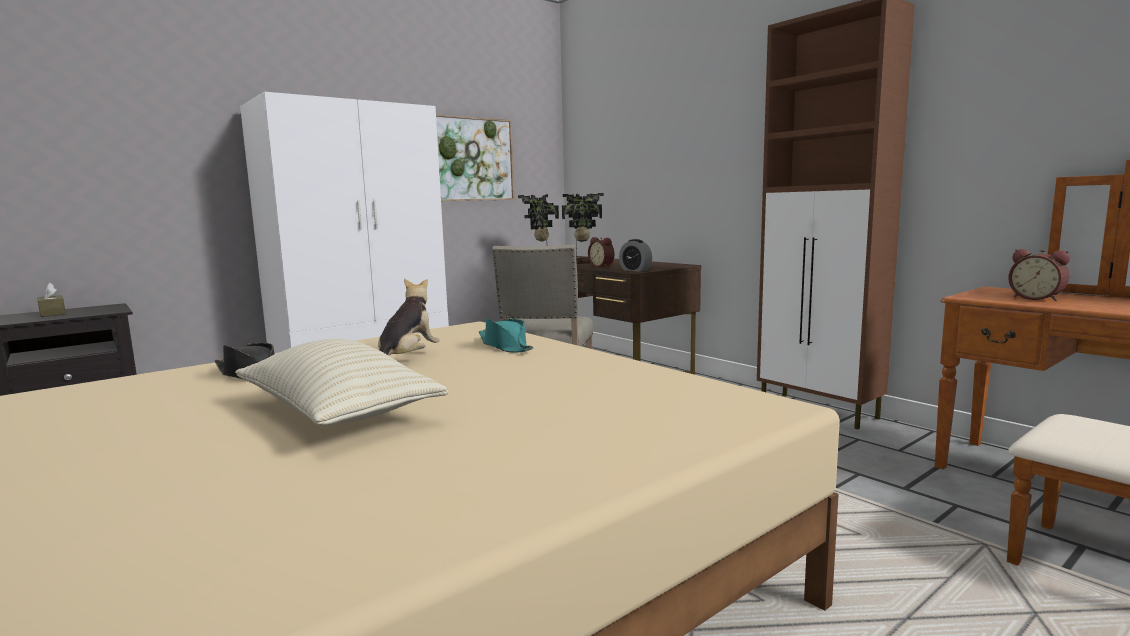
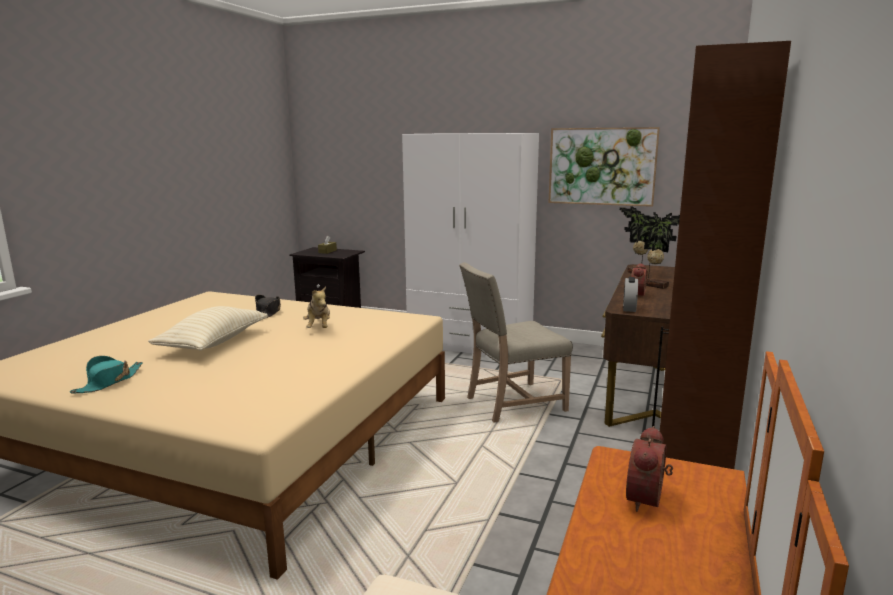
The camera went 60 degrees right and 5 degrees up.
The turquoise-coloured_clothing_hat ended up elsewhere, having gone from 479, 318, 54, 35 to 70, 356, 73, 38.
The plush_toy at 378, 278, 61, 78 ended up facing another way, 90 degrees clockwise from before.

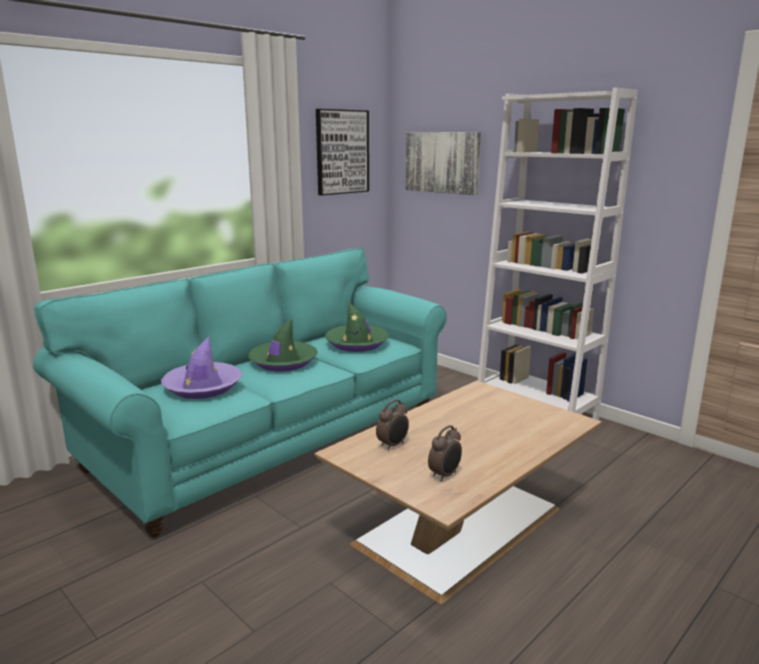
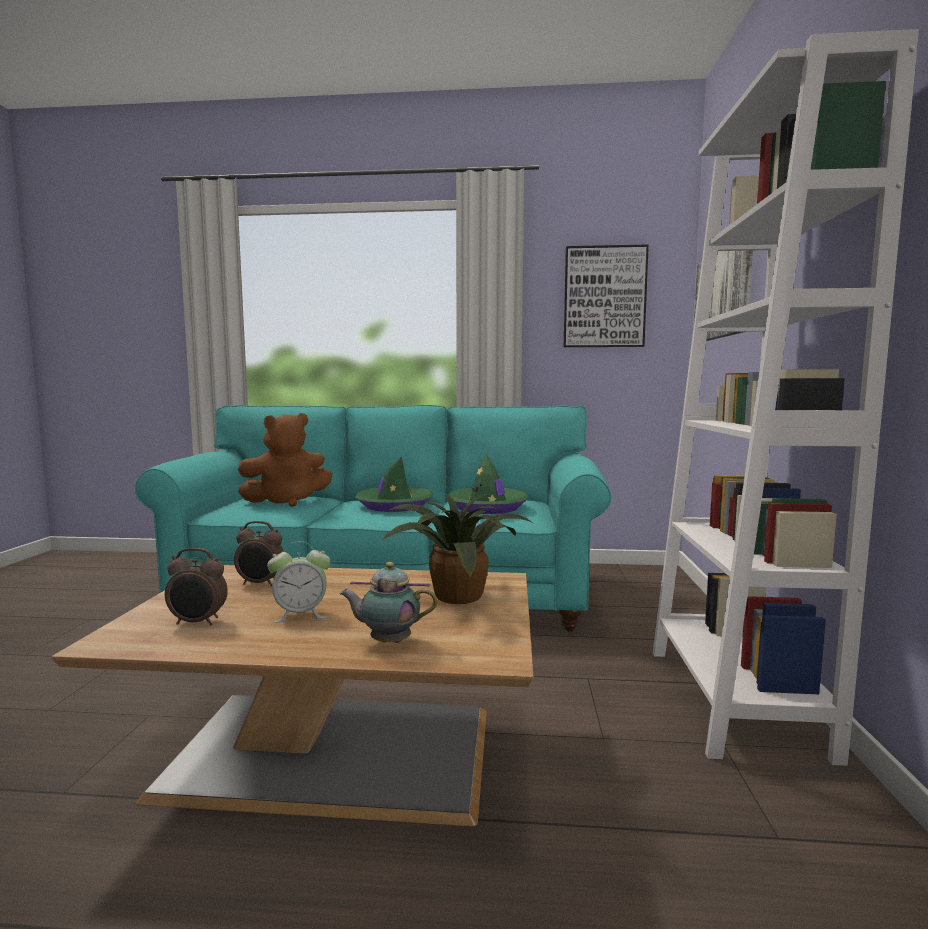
The camera went 50 degrees right and 10 degrees down.
The second view gained the alarm_clock at 267, 541, 63, 82.
The second view gained the teapot at 339, 562, 98, 81.
The second view gained the potted_plant at 381, 494, 153, 110.
Where the purple_clothing_hat stood at 161, 336, 81, 63, the brownish_plush_toy came to stand at 238, 413, 94, 94.

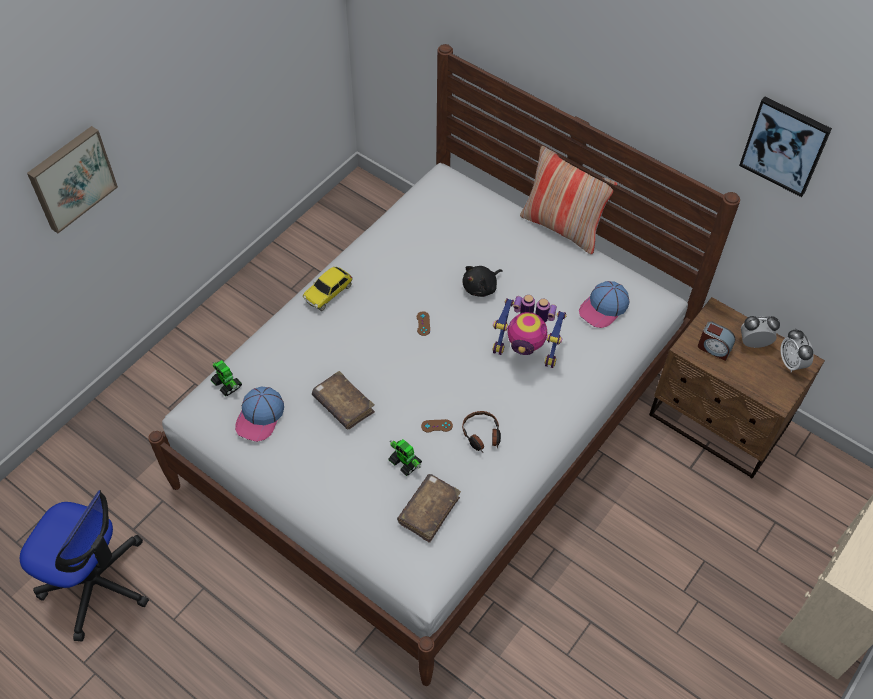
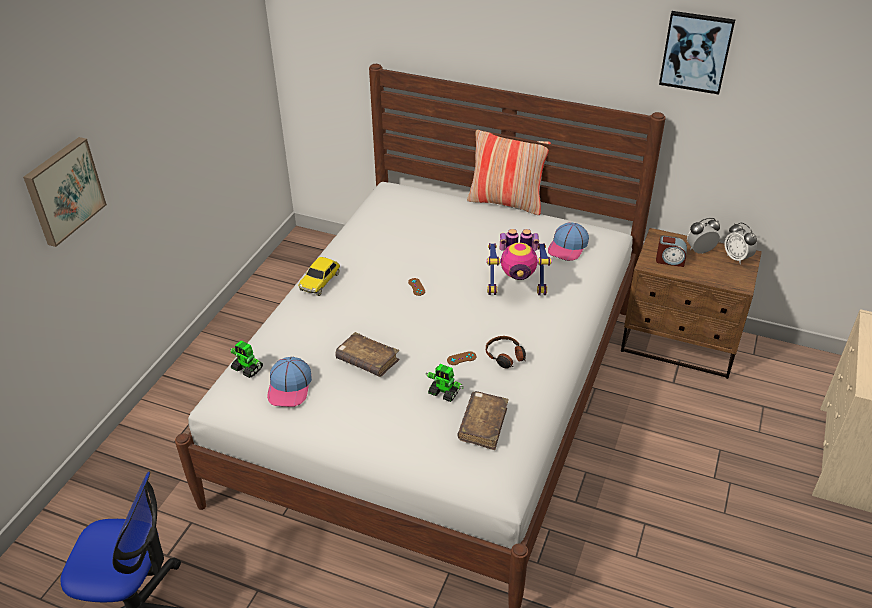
The camera went 15 degrees left and 15 degrees down.
The second view lost the blackish_plush_toy at 462, 266, 41, 31.

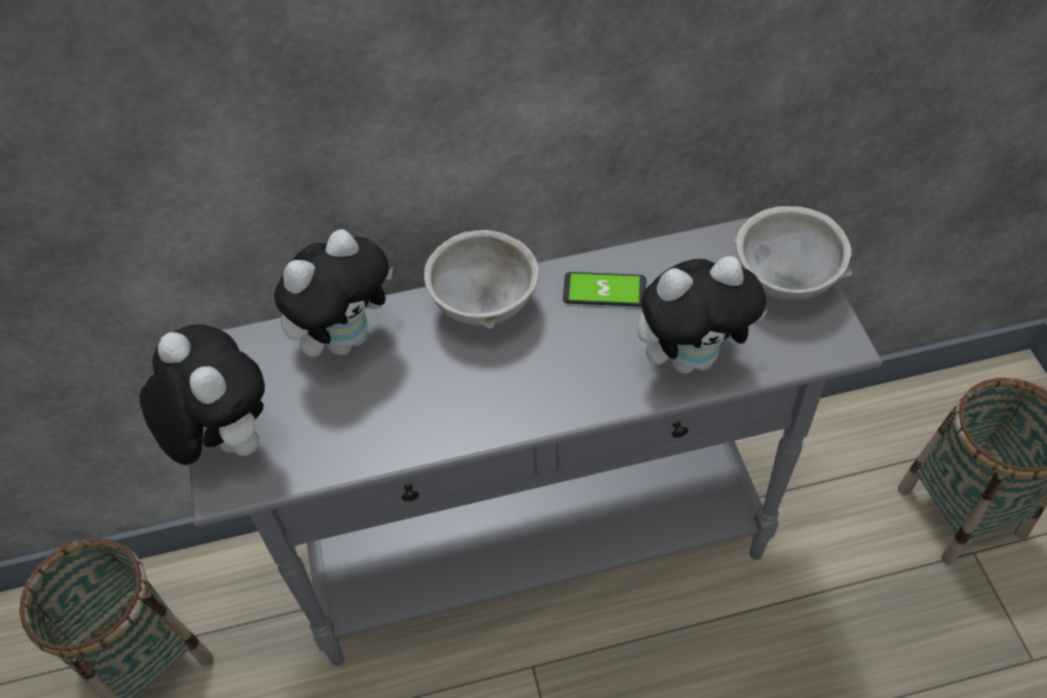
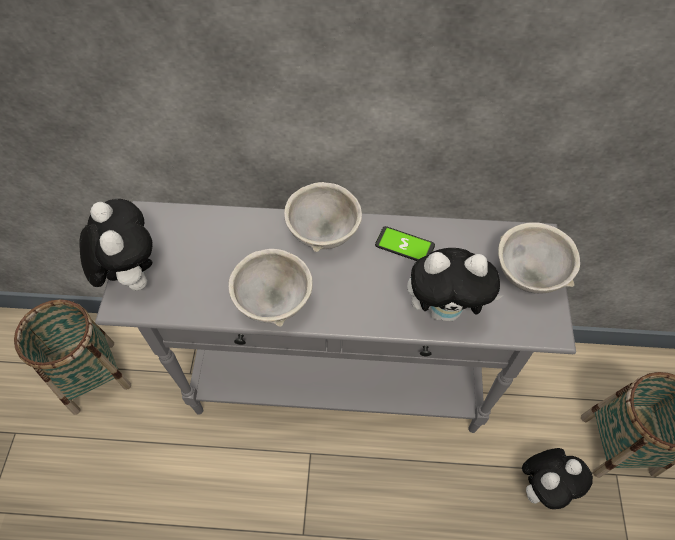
The camera went 15 degrees right and 5 degrees up.
The second view gained the greyish_serving_bowl at 228, 249, 85, 78.
The plush_toy ended up elsewhere, having gone from 274, 229, 119, 128 to 522, 448, 71, 61.

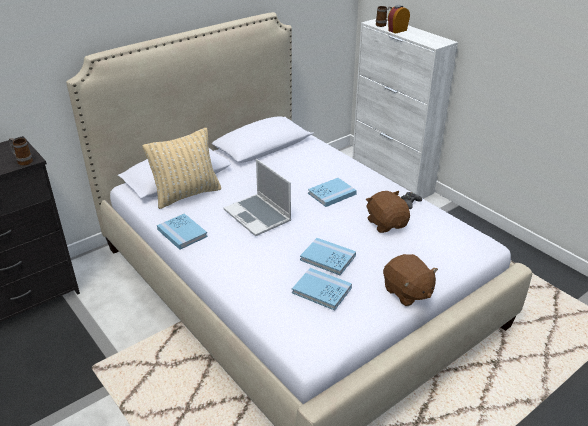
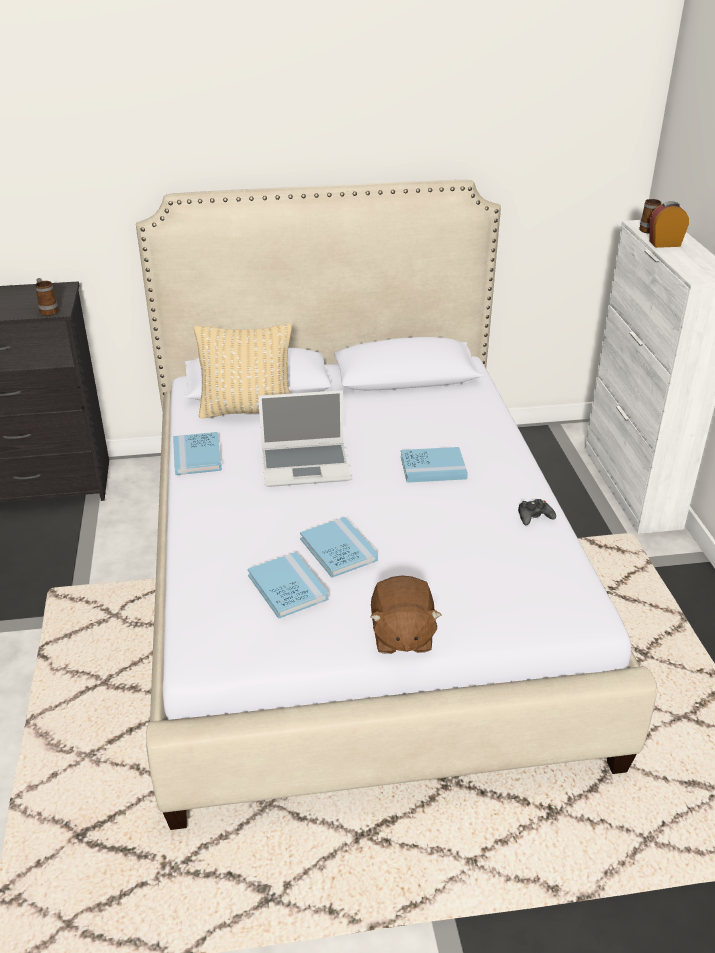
The camera went 30 degrees right and 0 degrees up.
The second view lost the brownish_plush_toy at 366, 191, 44, 42.
The laptop at 224, 159, 67, 77 ended up facing another way, 90 degrees counterclockwise from before.

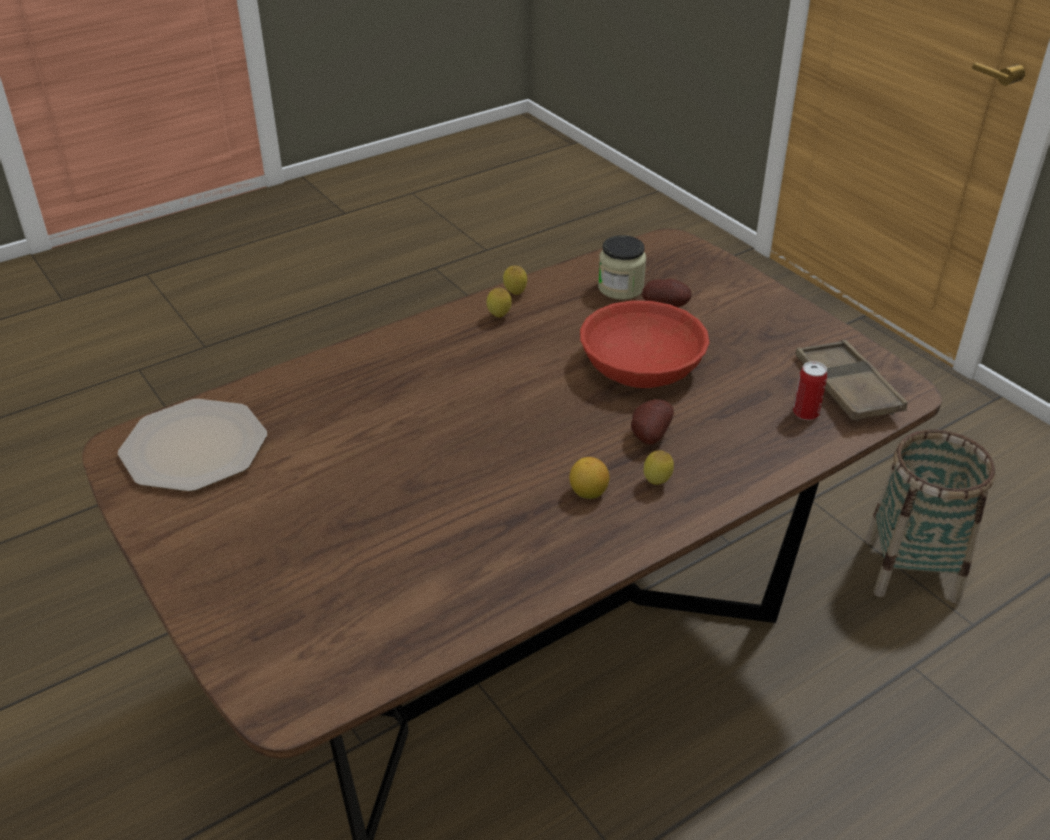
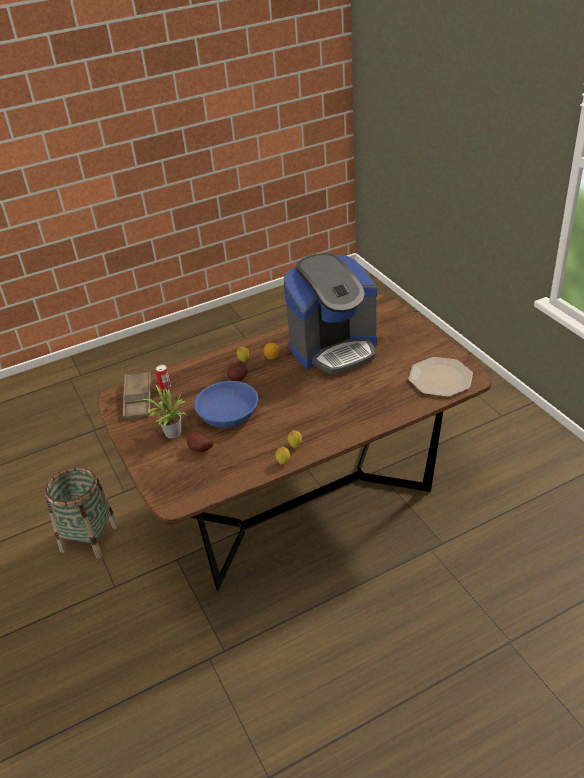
The camera went 170 degrees left and 0 degrees up.
The second view lost the preserve_jar at 598, 235, 48, 65.
The second view gained the potted_plant at 141, 384, 45, 55.
The second view gained the coffee_maker at 284, 253, 93, 121.
What was the red_serving_bowl at 580, 300, 130, 88 turned into the blue-coloured_serving_bowl at 194, 381, 65, 47.

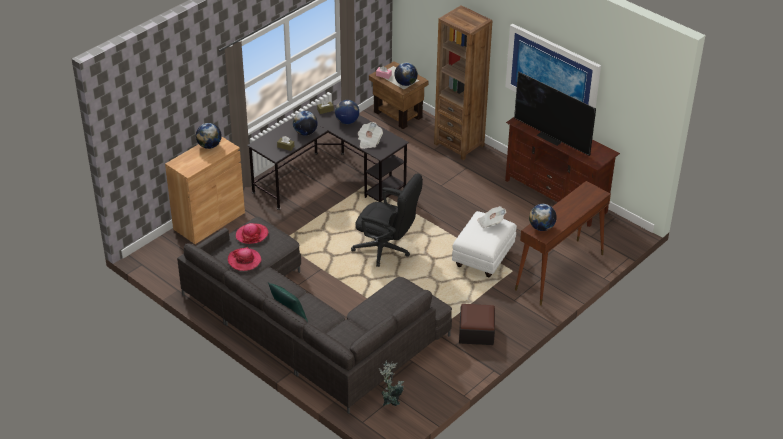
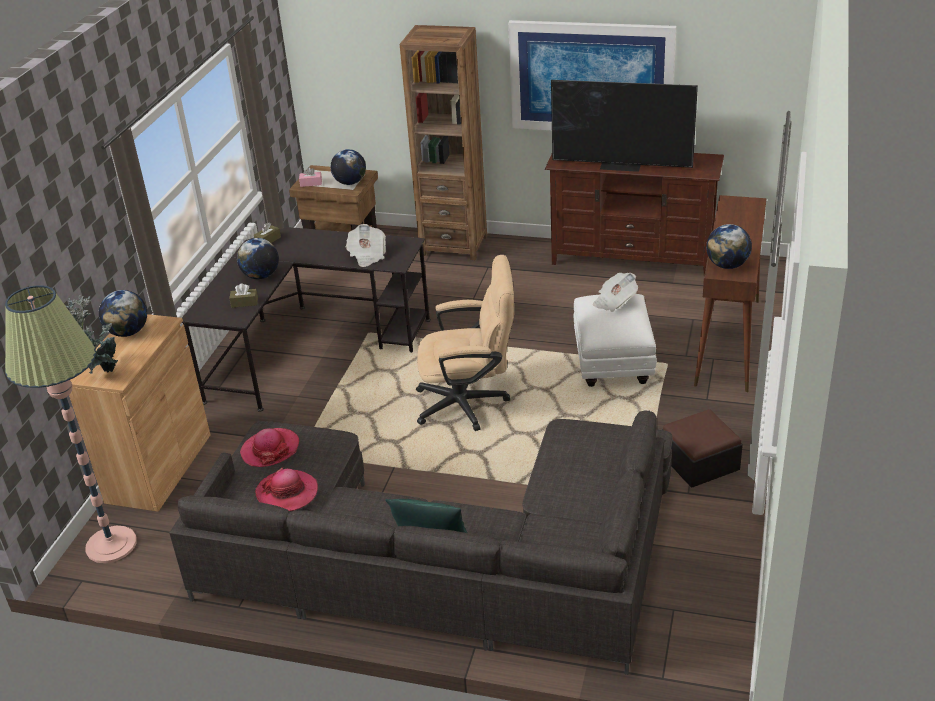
The camera went 25 degrees left and 5 degrees down.
The second view lost the desk_globe at 335, 100, 24, 24.
The second view gained the standing_lamp at 5, 285, 131, 278.
The potted_plant ended up elsewhere, having gone from 379, 360, 25, 46 to 66, 295, 52, 79.
What was the blackish_desk_chair at 351, 173, 72, 94 turned into the sand-coloured_desk_chair at 416, 255, 98, 176.

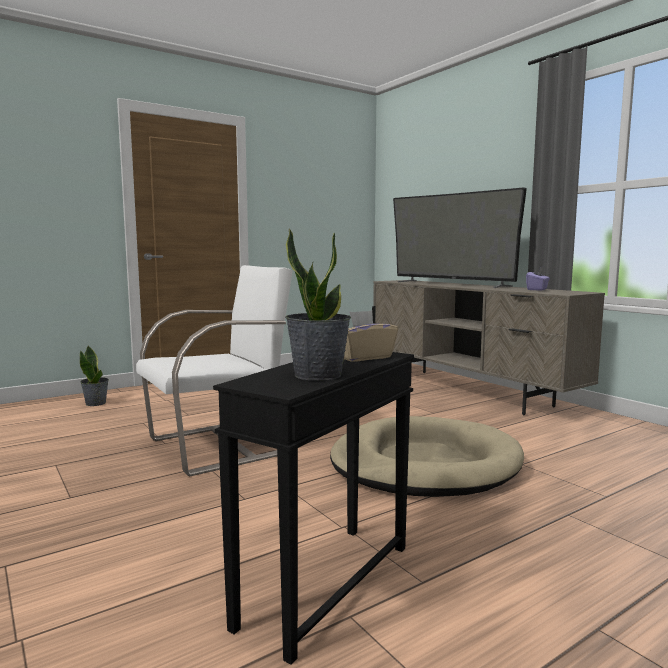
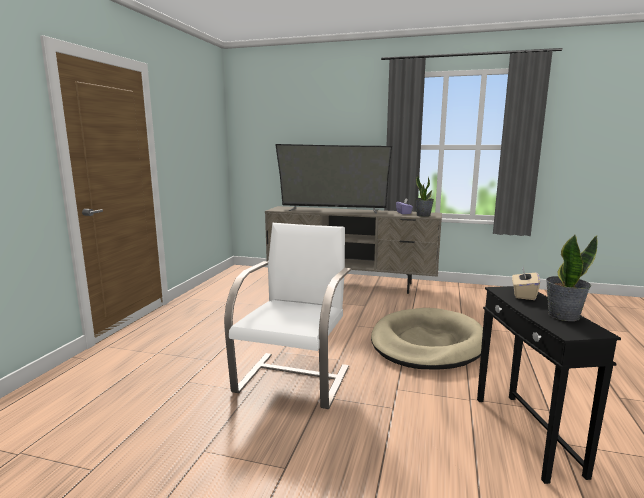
The camera went 40 degrees left and 5 degrees up.
The potted_plant ended up elsewhere, having gone from 80, 346, 29, 60 to 416, 175, 18, 42.

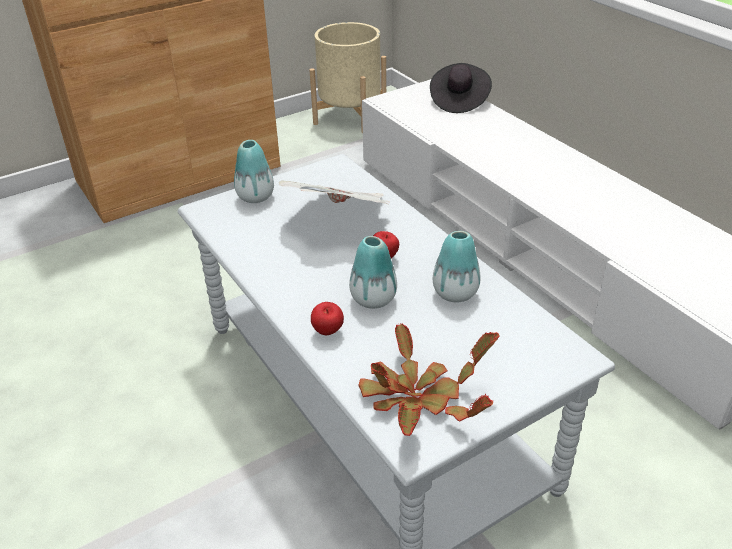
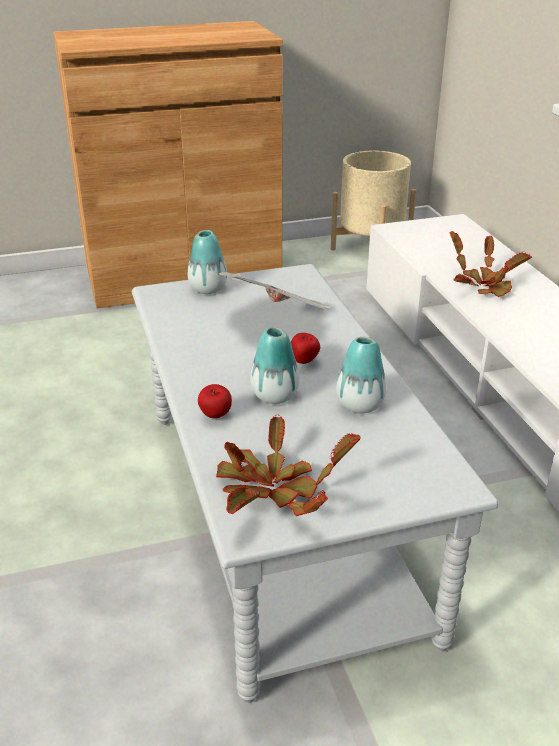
The camera went 15 degrees right and 5 degrees down.
The second view lost the blackish_clothing_hat at 430, 63, 62, 50.
The second view gained the potted_plant at 449, 231, 83, 66.

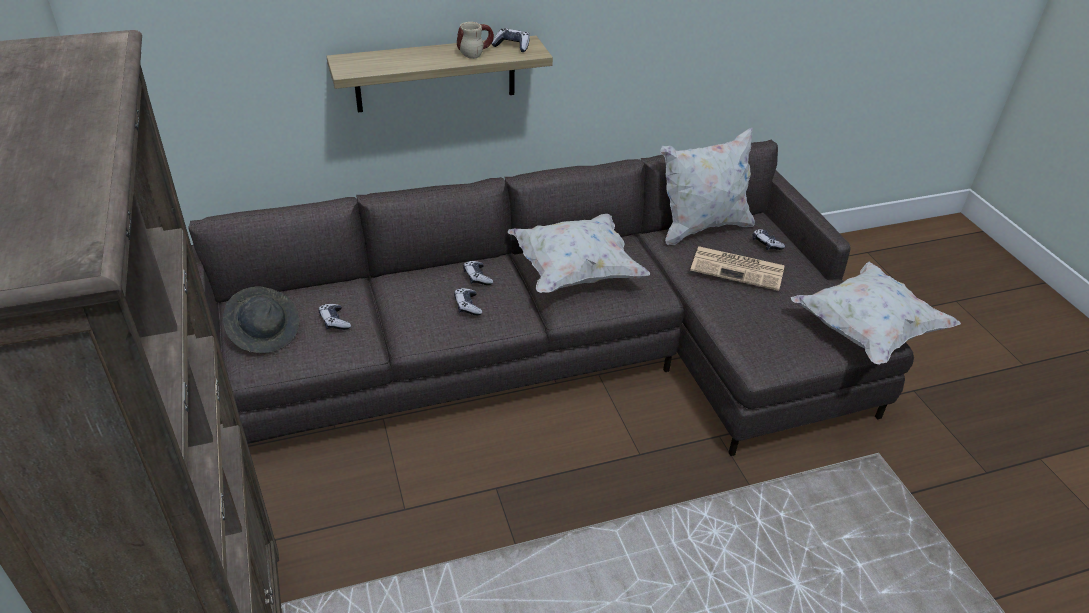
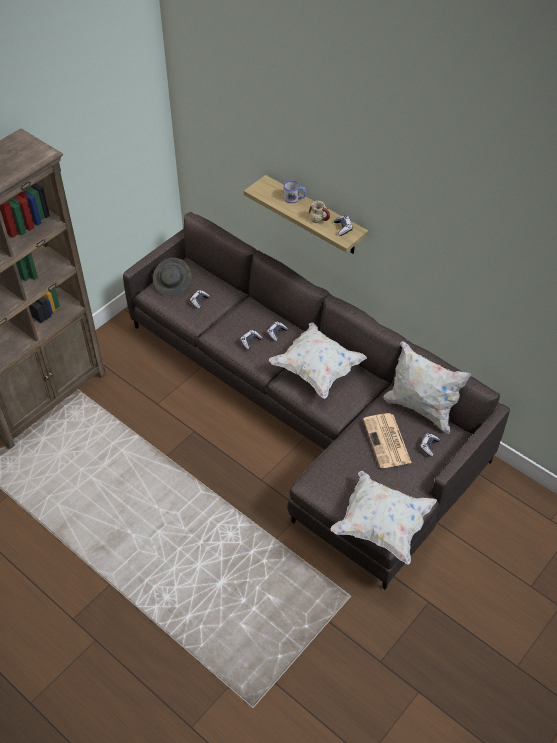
The camera went 60 degrees right and 10 degrees up.
The second view gained the tea_mug at 283, 180, 23, 23.

